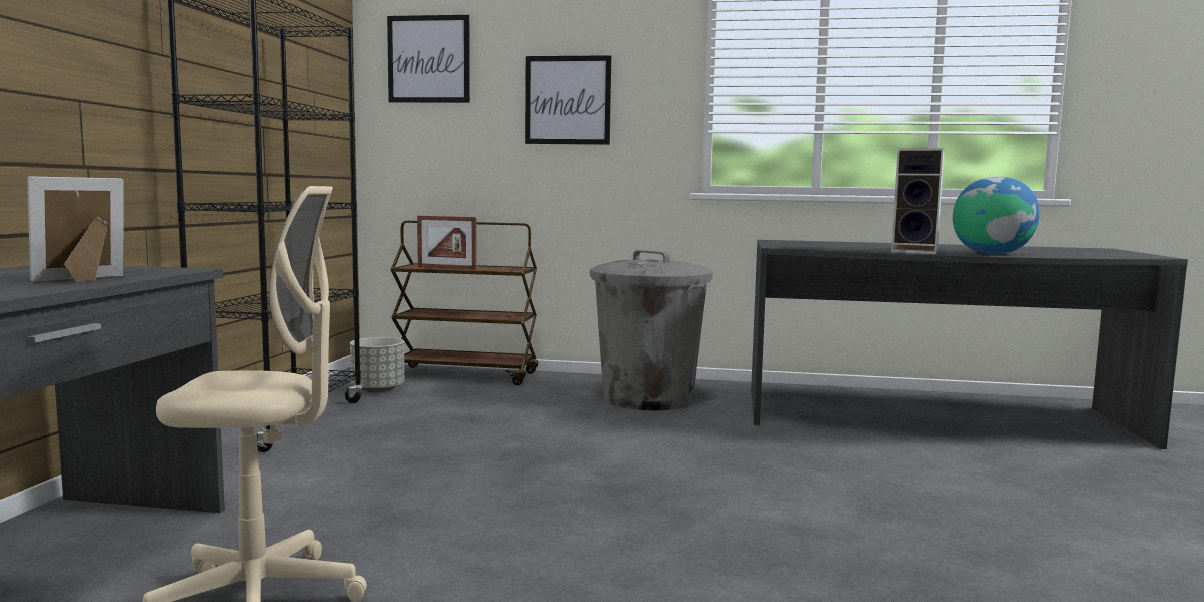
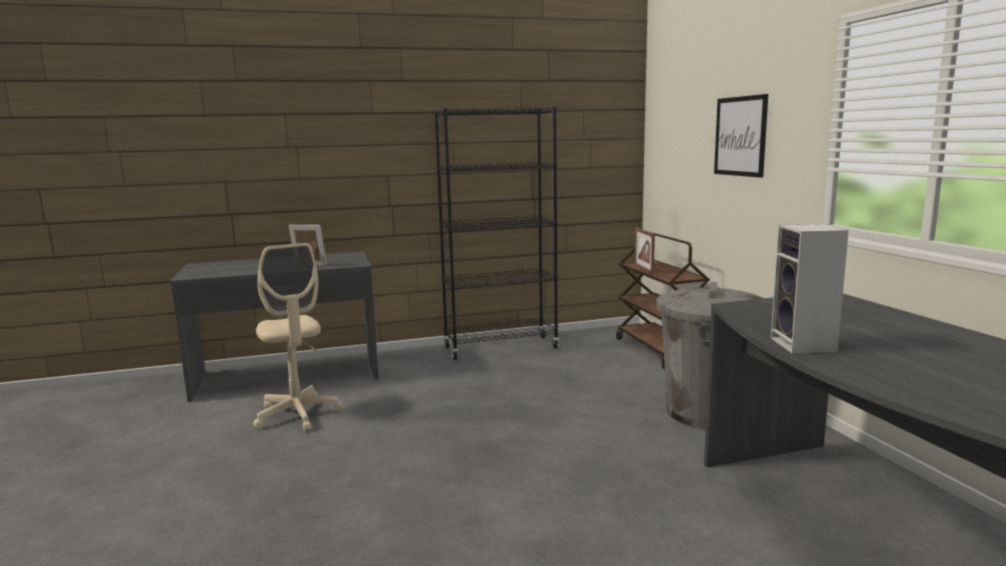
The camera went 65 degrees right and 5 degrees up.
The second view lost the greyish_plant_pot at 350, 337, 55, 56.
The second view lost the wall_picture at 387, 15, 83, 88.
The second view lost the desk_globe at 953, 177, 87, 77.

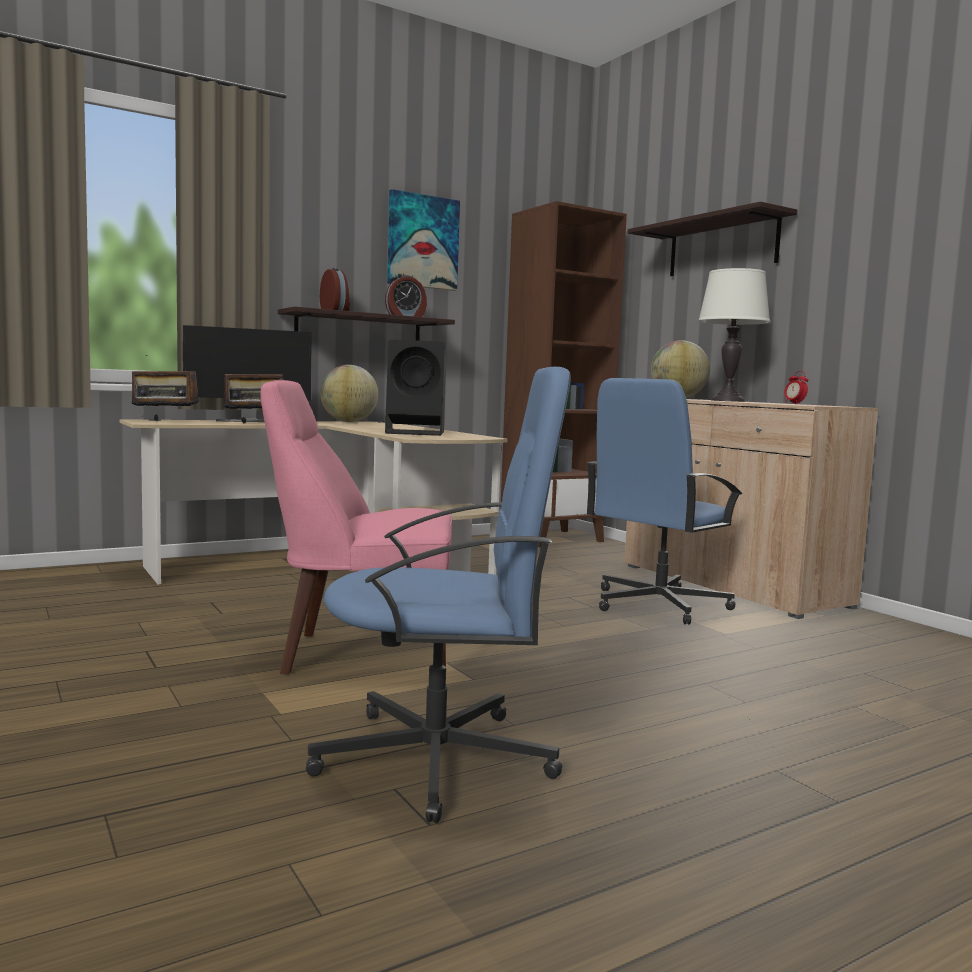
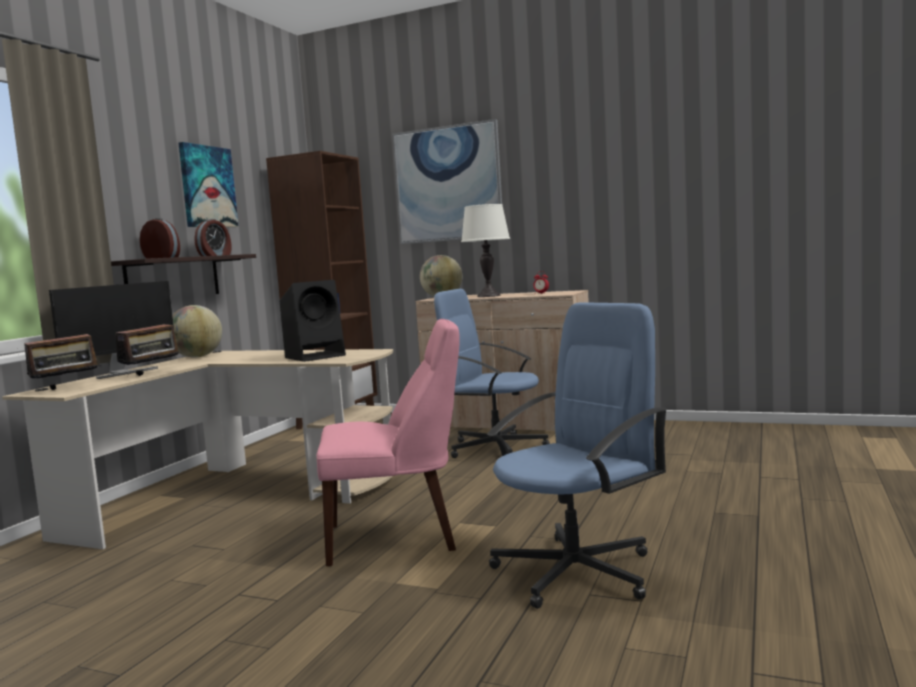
The camera went 35 degrees left and 0 degrees up.
Where the wall_shelf hung at 628, 202, 169, 74, the wall_picture came to hang at 392, 119, 110, 125.
The pinkish_upright_chair at 261, 380, 191, 294 ended up facing another way, 150 degrees counterclockwise from before.
The blue-coloured_desk_chair at 587, 378, 155, 247 ended up facing another way, 105 degrees clockwise from before.

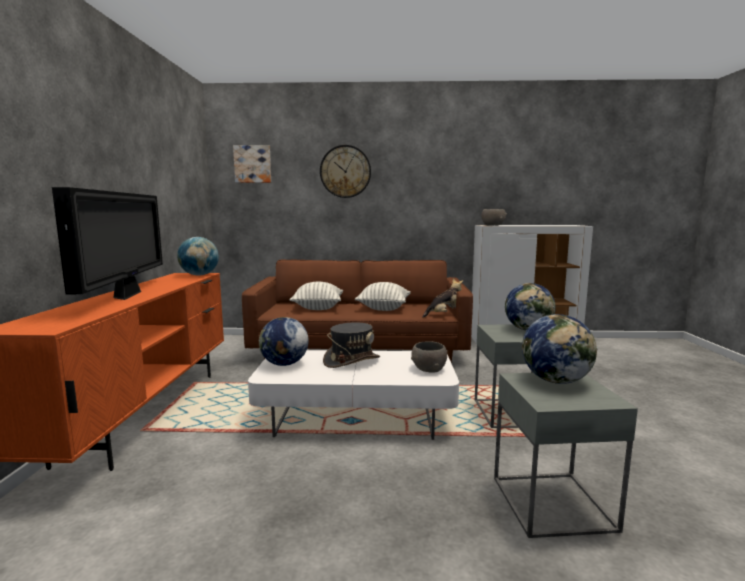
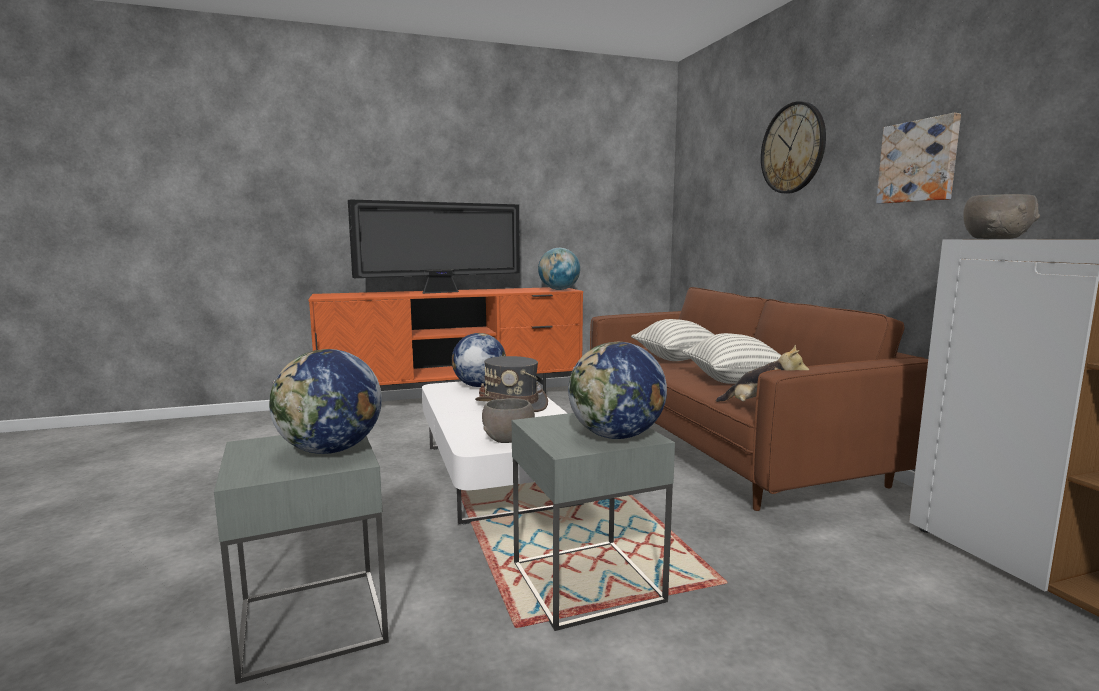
The camera went 70 degrees right and 0 degrees up.
The wall_picture ended up elsewhere, having gone from 233, 145, 38, 38 to 876, 113, 85, 91.

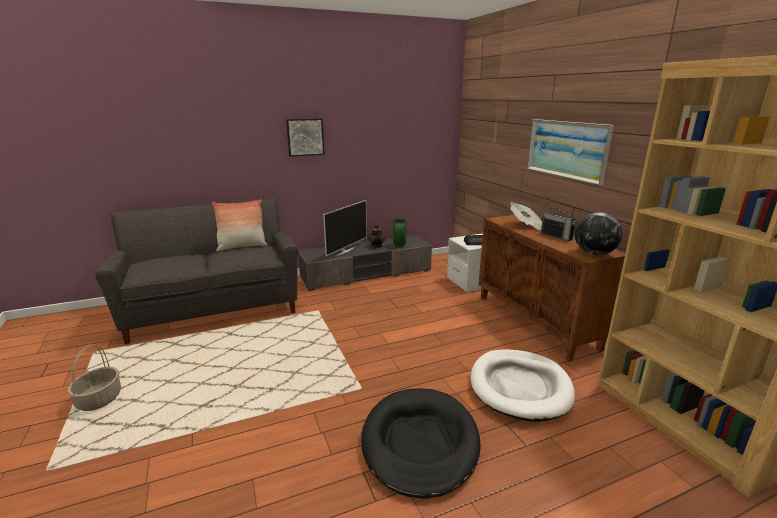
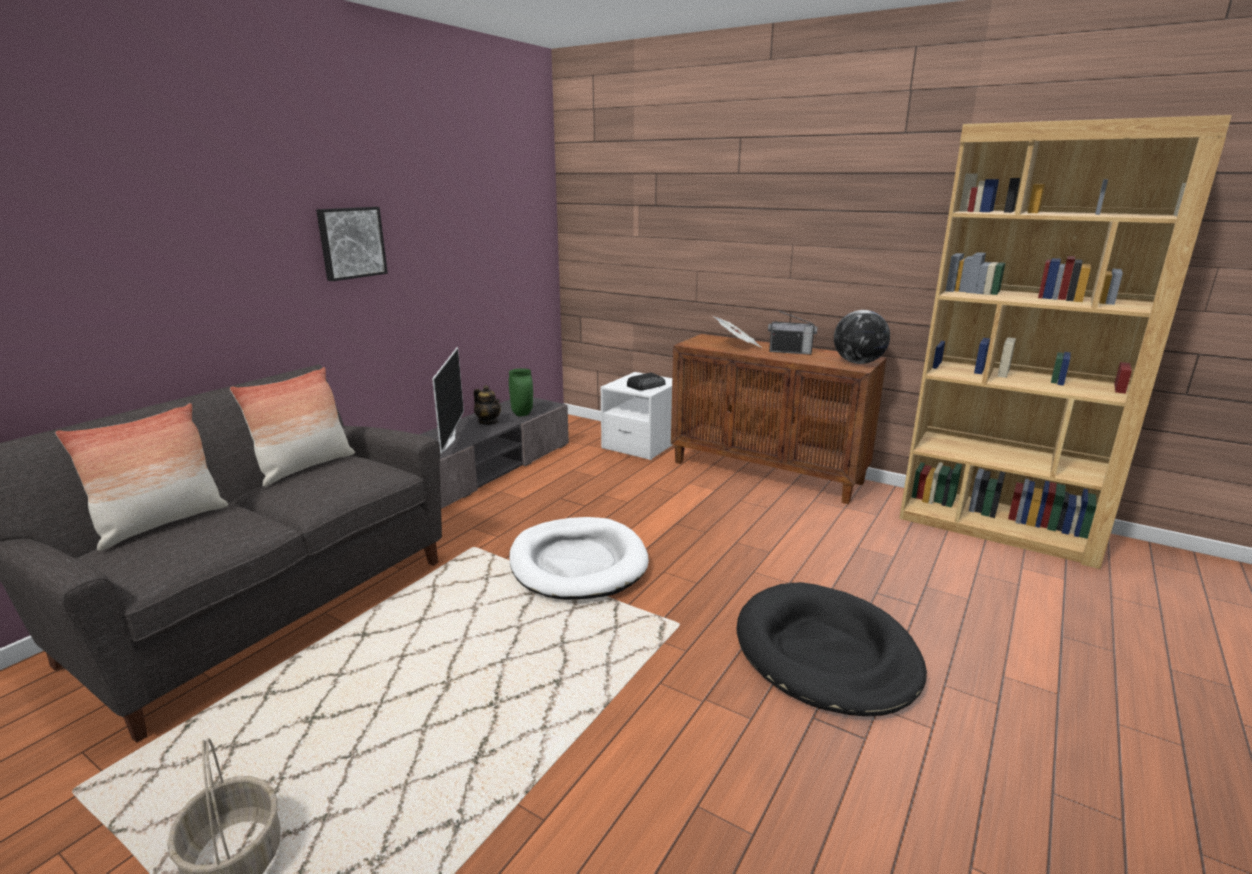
The camera went 35 degrees left and 0 degrees up.
The second view lost the wall_picture at 527, 119, 87, 67.
The second view gained the pillow at 55, 403, 173, 148.
The white_pet_bed ended up elsewhere, having gone from 470, 349, 105, 73 to 509, 517, 140, 83.

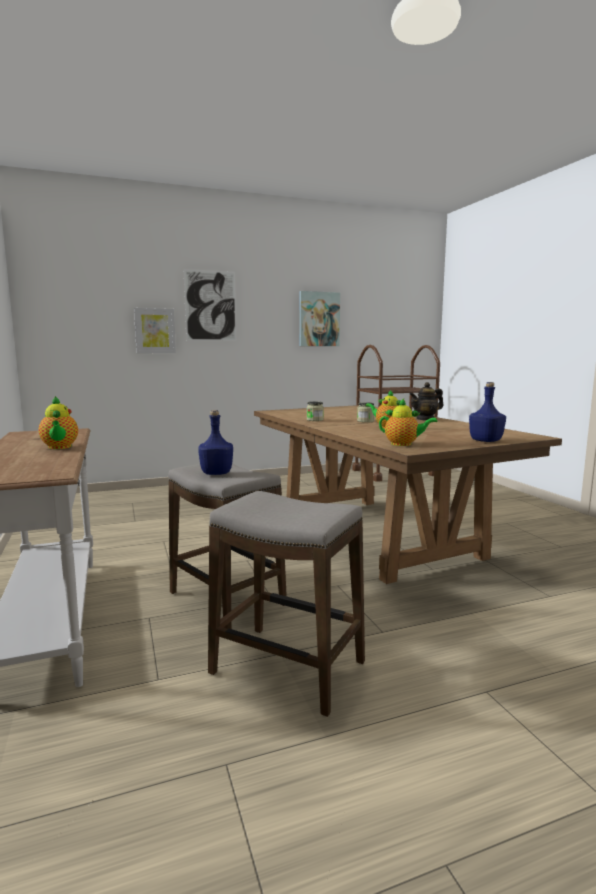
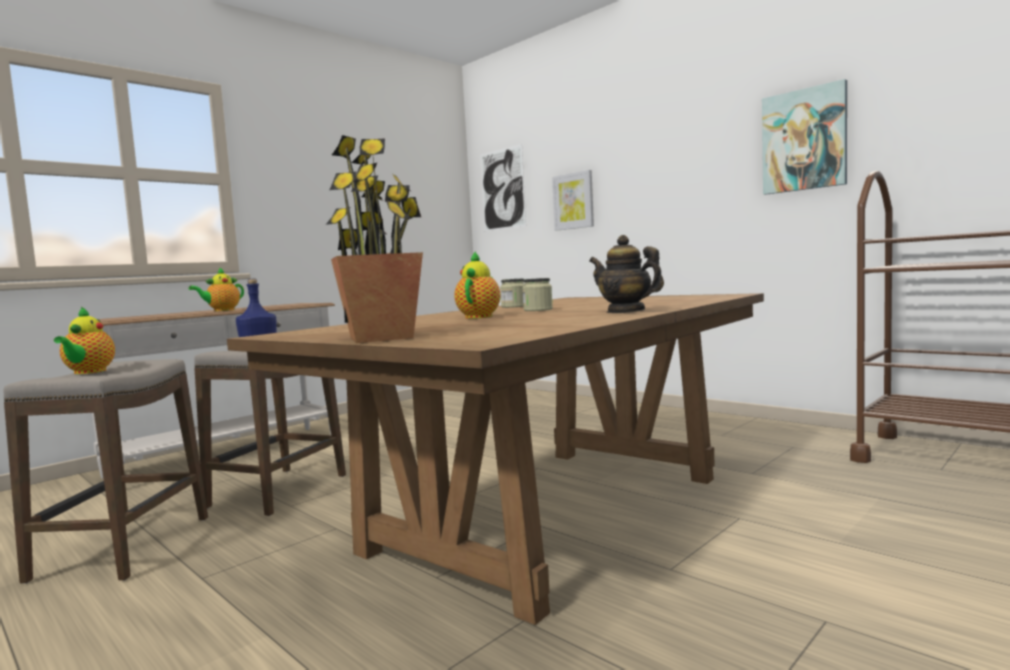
The camera went 65 degrees right and 5 degrees down.
The wall_picture ended up elsewhere, having gone from 183, 269, 54, 72 to 480, 144, 46, 87.
The teapot ended up elsewhere, having gone from 379, 399, 58, 47 to 54, 307, 61, 67.
Where the blue-coloured_beverage_bottle stood at 469, 382, 37, 60, the potted_plant came to stand at 325, 135, 98, 208.

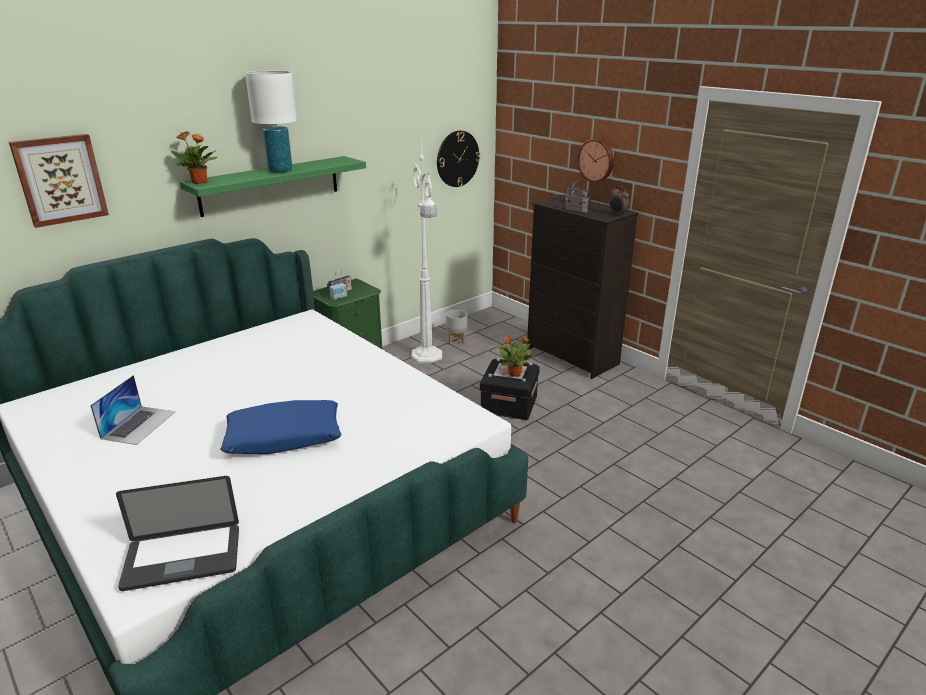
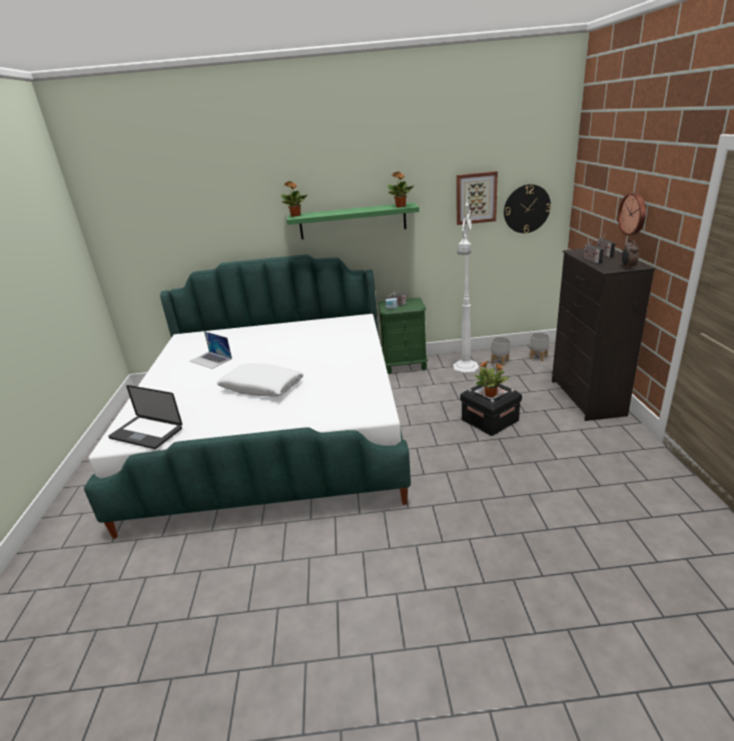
The camera went 40 degrees right and 0 degrees up.
The second view lost the white_tabletop_lamp at 245, 71, 52, 102.
The second view gained the potted_plant at 388, 172, 27, 35.
The second view gained the greyish_plant_pot at 530, 332, 20, 30.
The wall_picture ended up elsewhere, having gone from 9, 134, 100, 94 to 457, 171, 41, 54.
What was the blue-coloured_pillow at 220, 400, 121, 54 turned into the white_pillow at 217, 363, 87, 34.
The laptop at 90, 375, 85, 70 ended up facing another way, 75 degrees clockwise from before.

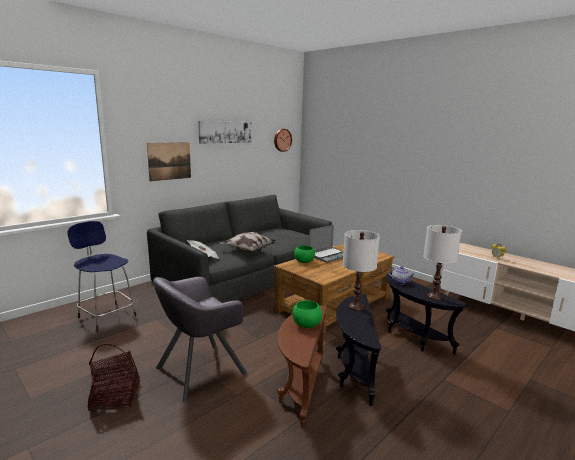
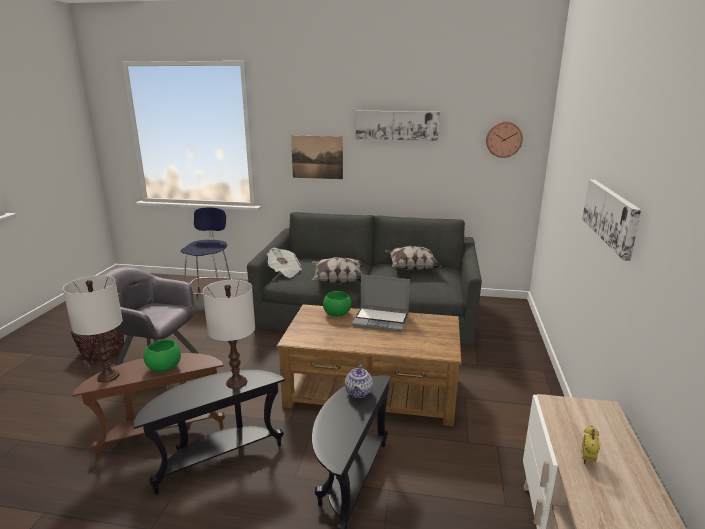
The camera went 55 degrees right and 5 degrees up.
The second view gained the pillow at 385, 246, 57, 25.
The second view gained the wall_picture at 582, 179, 59, 82.
The white_tabletop_lamp ended up elsewhere, having gone from 424, 225, 37, 75 to 63, 275, 60, 107.

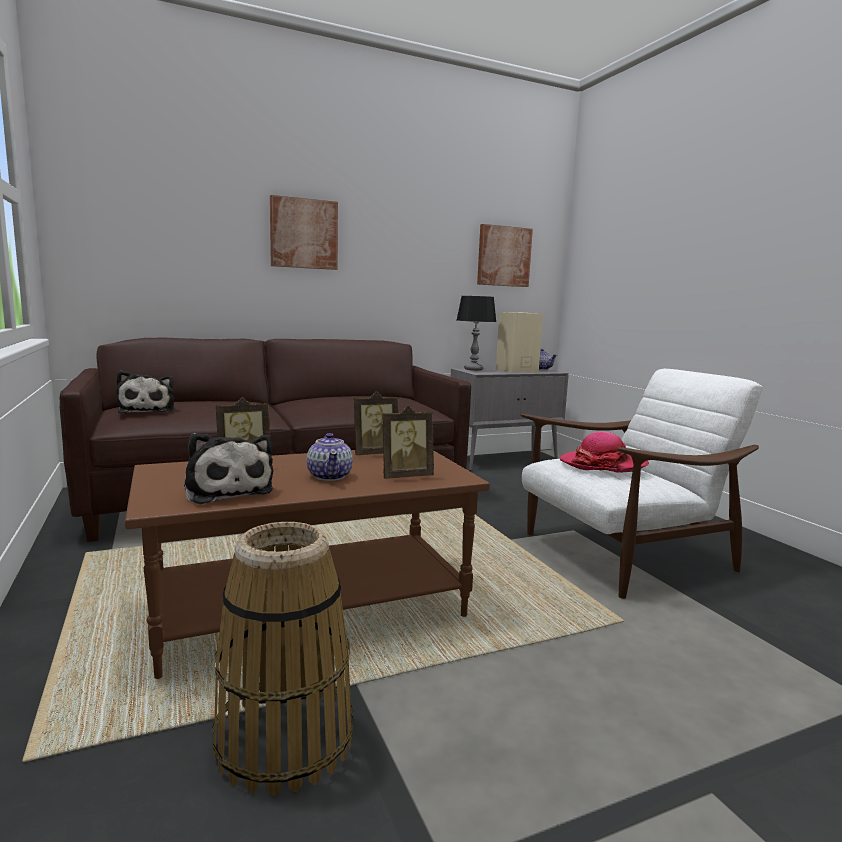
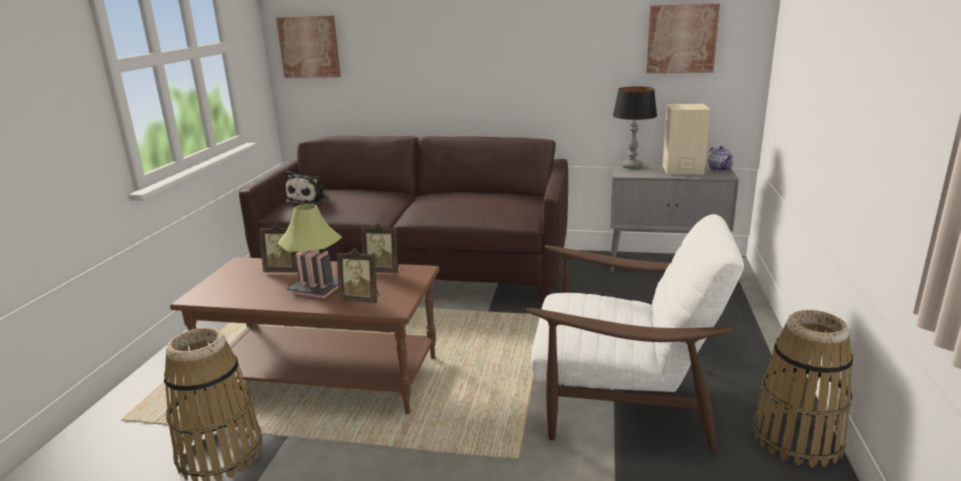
The camera went 35 degrees right and 10 degrees up.
The second view lost the plush_toy at 184, 433, 90, 71.
The second view lost the clothing_hat at 560, 431, 89, 41.
The second view gained the basket at 753, 310, 100, 158.
The wall_picture ended up elsewhere, having gone from 270, 195, 68, 75 to 276, 15, 65, 63.
Where the teapot stood at 306, 433, 47, 48, the tabletop_lamp came to stand at 278, 204, 64, 95.

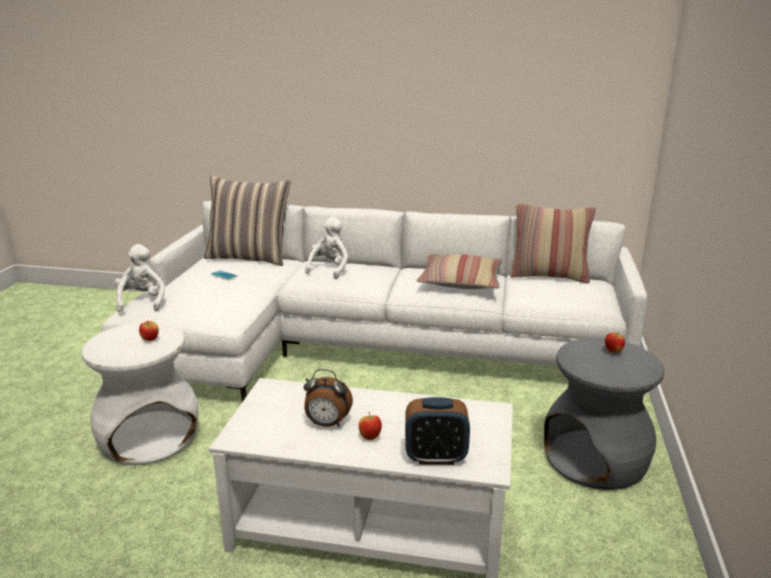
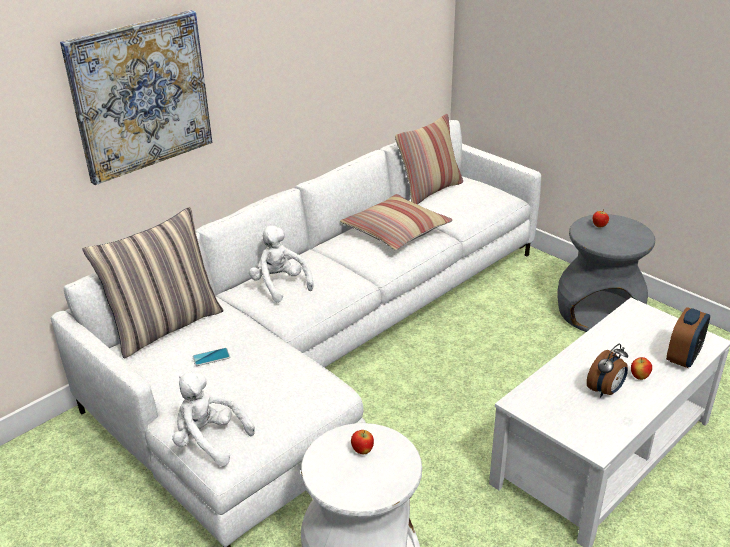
The camera went 55 degrees left and 10 degrees up.
The second view gained the wall_picture at 60, 10, 152, 175.

